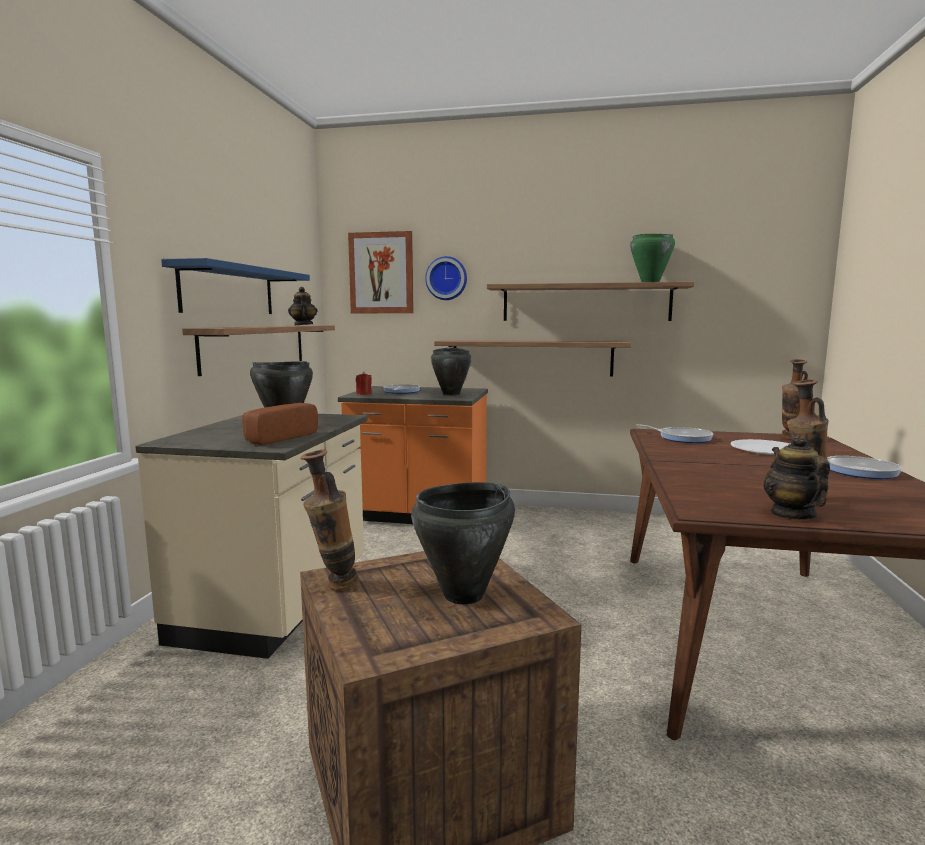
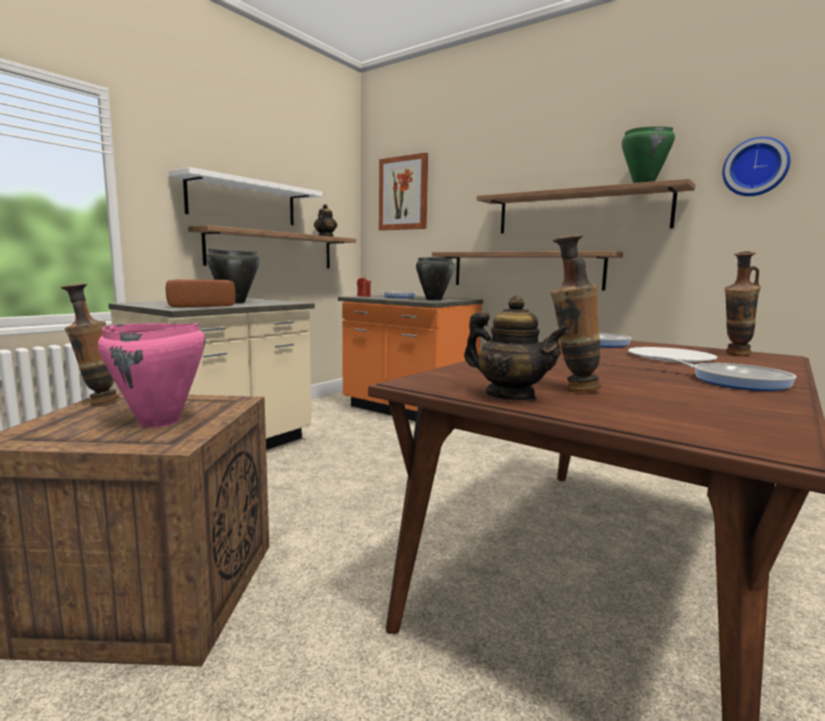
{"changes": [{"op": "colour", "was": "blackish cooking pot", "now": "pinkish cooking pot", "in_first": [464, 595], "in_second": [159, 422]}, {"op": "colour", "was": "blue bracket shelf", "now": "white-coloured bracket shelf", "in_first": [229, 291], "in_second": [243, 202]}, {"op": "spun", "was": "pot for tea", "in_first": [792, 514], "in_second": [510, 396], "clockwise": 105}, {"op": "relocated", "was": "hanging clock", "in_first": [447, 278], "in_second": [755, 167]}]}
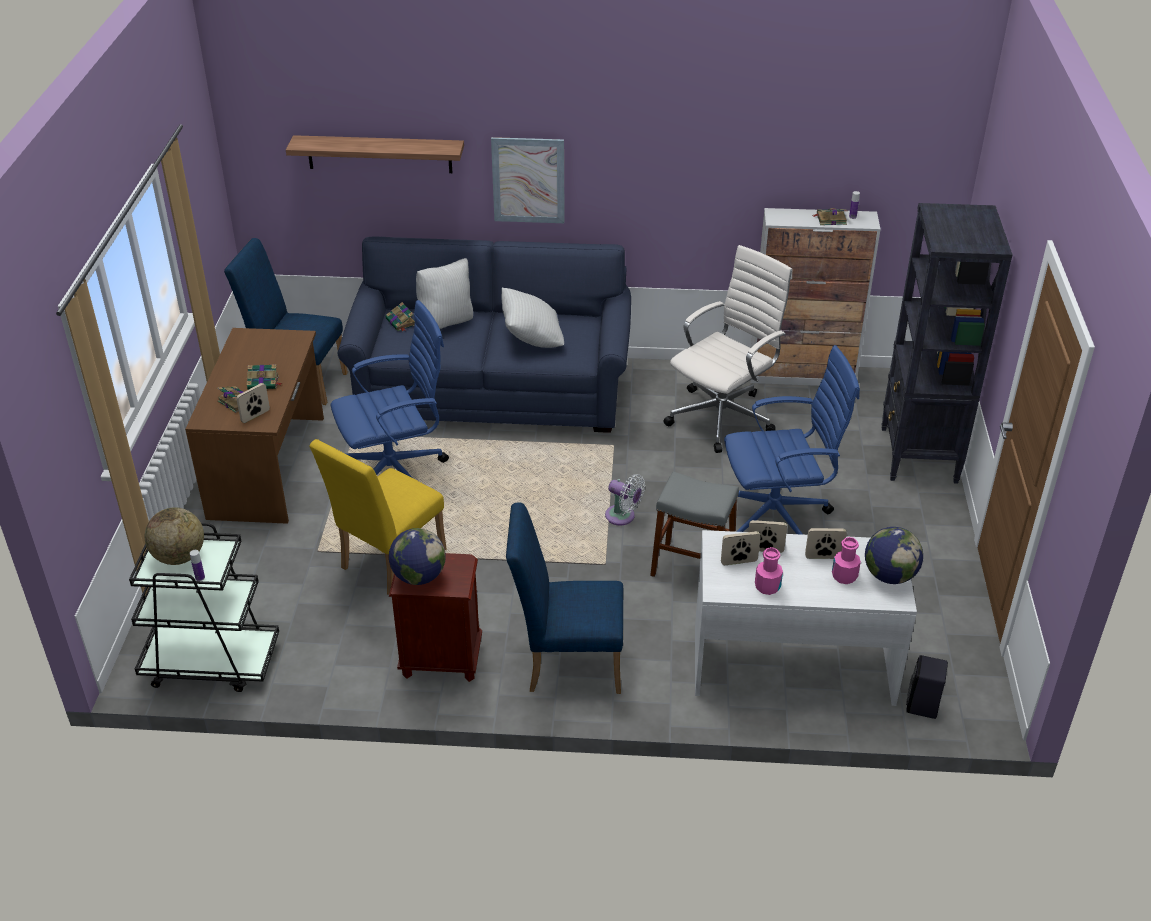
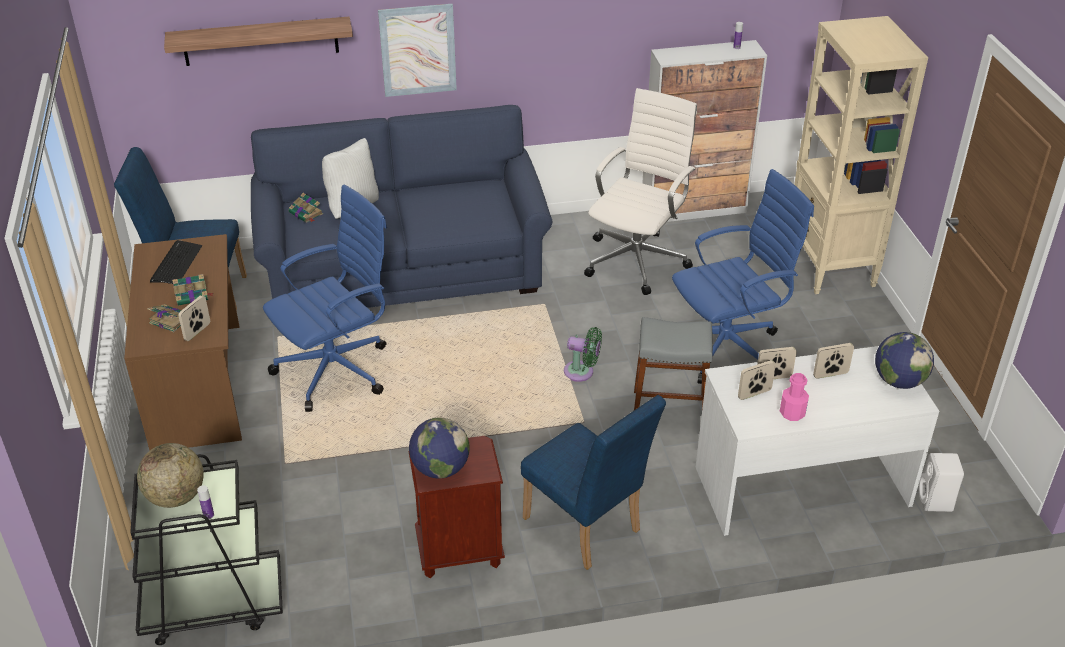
{"changes": [{"op": "appeared", "now": "keyboard", "in_second": [176, 263]}, {"op": "spun", "was": "blue chair", "in_first": [566, 664], "in_second": [587, 529], "clockwise": -120}, {"op": "colour", "was": "white-coloured fan", "now": "green-coloured fan", "in_first": [623, 517], "in_second": [582, 372]}, {"op": "colour", "was": "blackish bookshelf", "now": "sand-coloured bookshelf", "in_first": [918, 456], "in_second": [830, 267]}, {"op": "colour", "was": "blackish audio speaker", "now": "white-coloured audio speaker", "in_first": [922, 706], "in_second": [935, 501]}, {"op": "missing", "was": "yellowish chair", "in_first": [387, 563]}, {"op": "missing", "was": "white-coloured pillow", "in_first": [532, 339]}, {"op": "missing", "was": "volume", "in_first": [830, 219]}, {"op": "missing", "was": "pinkish bottle", "in_first": [844, 576]}]}
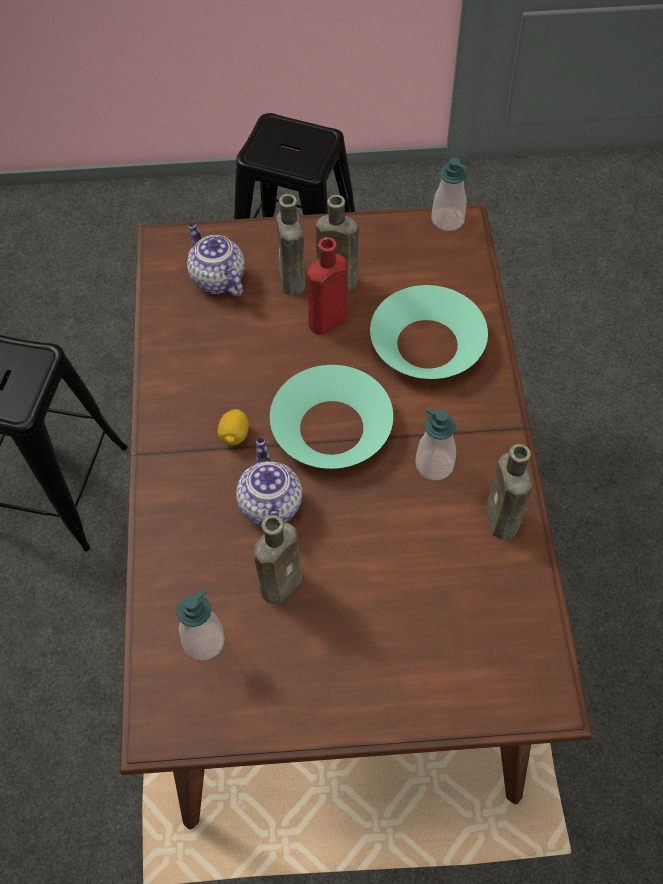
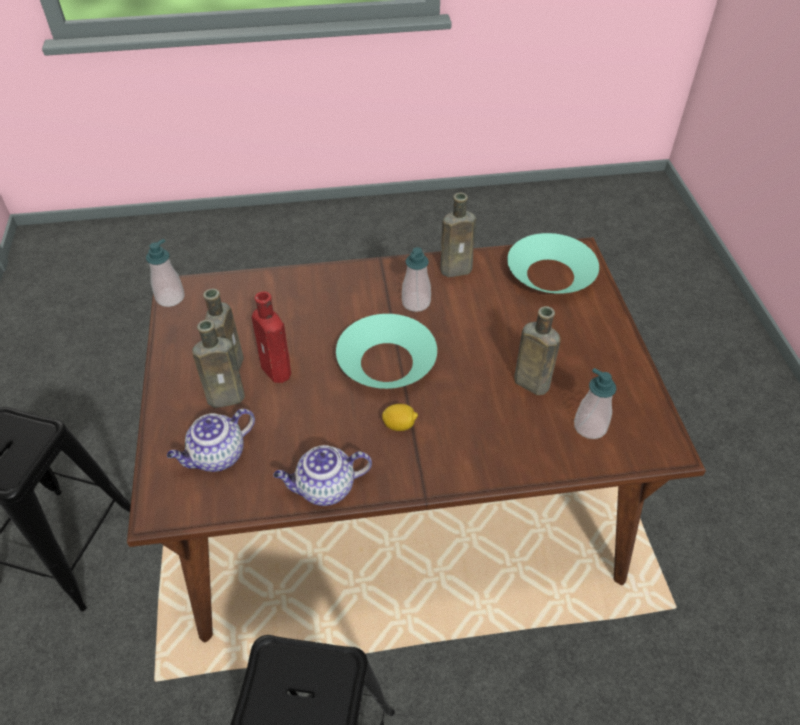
{"changes": [{"op": "relocated", "was": "pot for tea", "in_first": [269, 504], "in_second": [324, 488]}, {"op": "relocated", "was": "turquoise deep dish", "in_first": [427, 343], "in_second": [550, 274]}]}
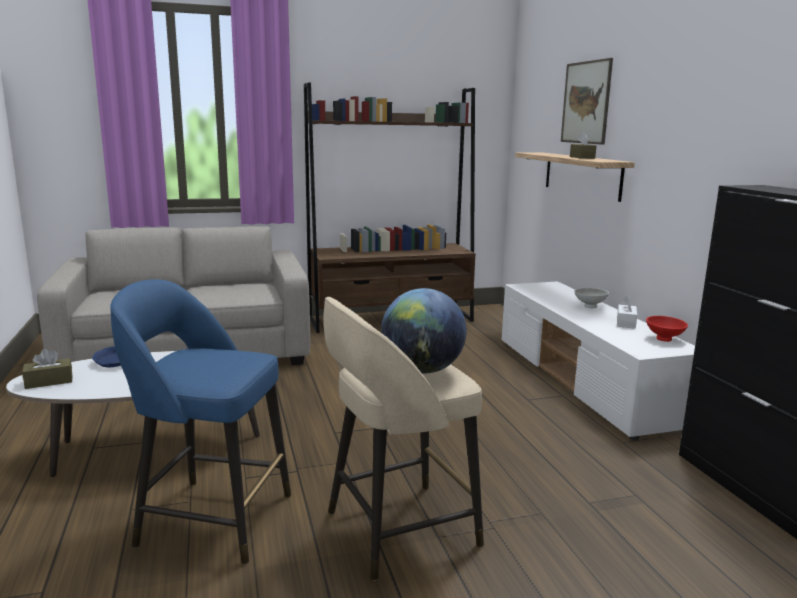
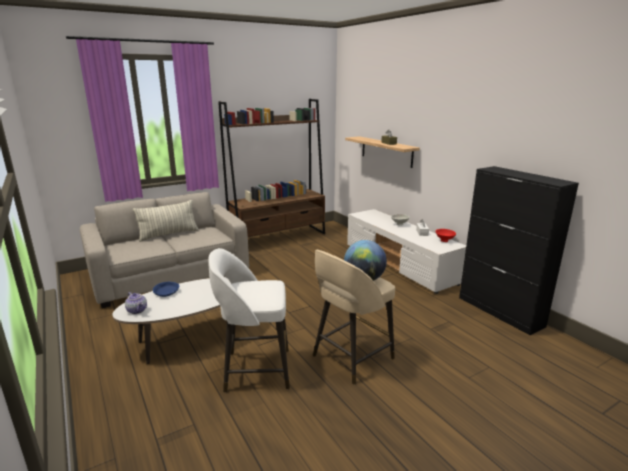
{"changes": [{"op": "exchanged", "was": "brown-coloured tissue holder", "now": "pot for tea", "in_first": [49, 381], "in_second": [137, 310]}, {"op": "appeared", "now": "pillow", "in_second": [168, 234]}, {"op": "colour", "was": "blue stool seat", "now": "white-coloured stool seat", "in_first": [211, 518], "in_second": [255, 370]}, {"op": "missing", "was": "wall art", "in_first": [586, 102]}]}
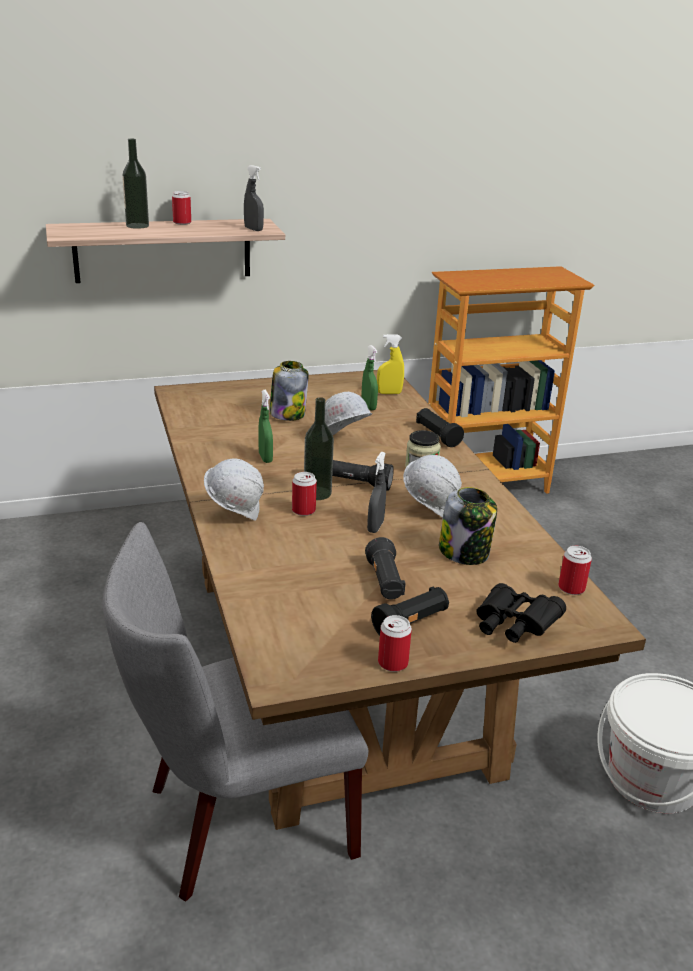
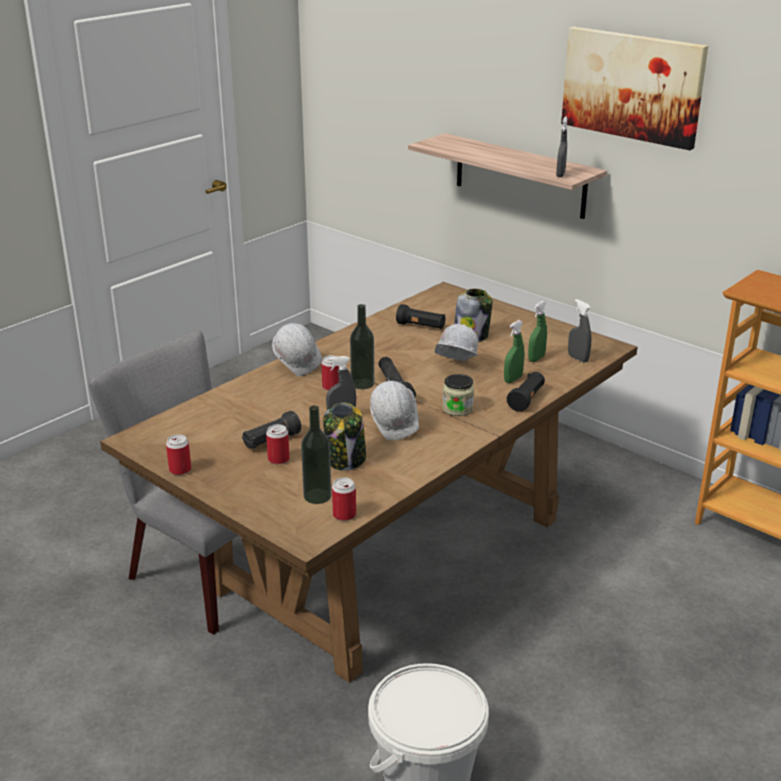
{"changes": [{"op": "relocated", "was": "sealed can", "in_first": [182, 223], "in_second": [278, 459]}, {"op": "relocated", "was": "bottle", "in_first": [137, 226], "in_second": [317, 496]}, {"op": "relocated", "was": "blackish hand torch", "in_first": [411, 623], "in_second": [421, 326]}, {"op": "relocated", "was": "green-coloured sprayer", "in_first": [265, 458], "in_second": [513, 379]}, {"op": "appeared", "now": "wall art", "in_second": [632, 86]}, {"op": "colour", "was": "yellowish sprayer", "now": "gray sprayer", "in_first": [389, 393], "in_second": [578, 358]}, {"op": "missing", "was": "blackish binoculars", "in_first": [513, 626]}]}
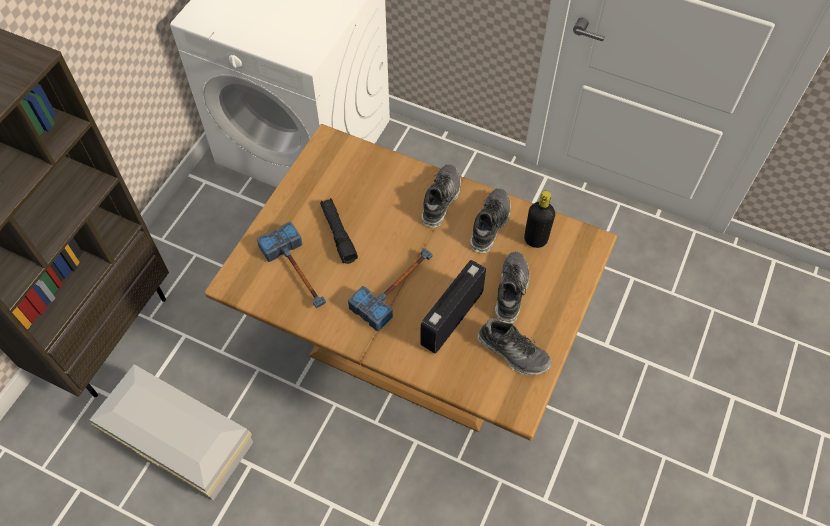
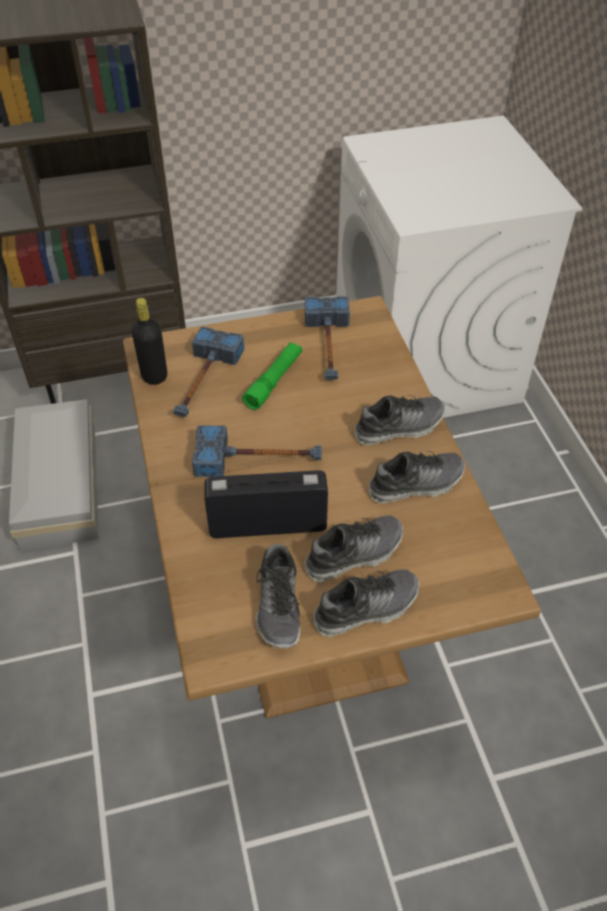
{"changes": [{"op": "relocated", "was": "blackish bottle", "in_first": [535, 239], "in_second": [154, 376]}, {"op": "colour", "was": "blackish hand torch", "now": "green-coloured hand torch", "in_first": [338, 234], "in_second": [274, 381]}, {"op": "appeared", "now": "hammer", "in_second": [328, 346]}, {"op": "appeared", "now": "shoe", "in_second": [366, 608]}]}
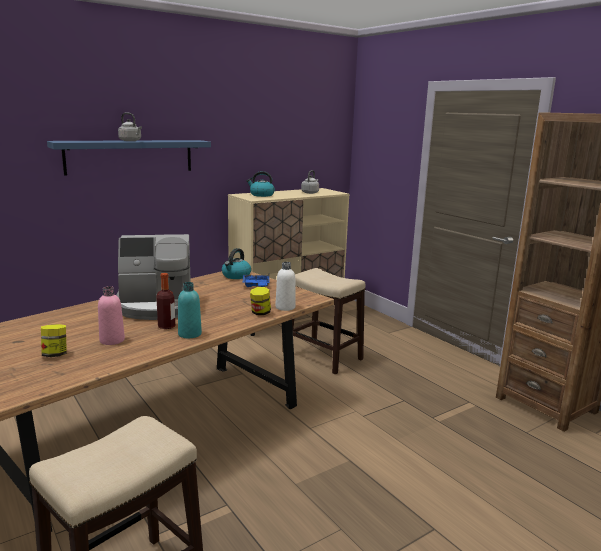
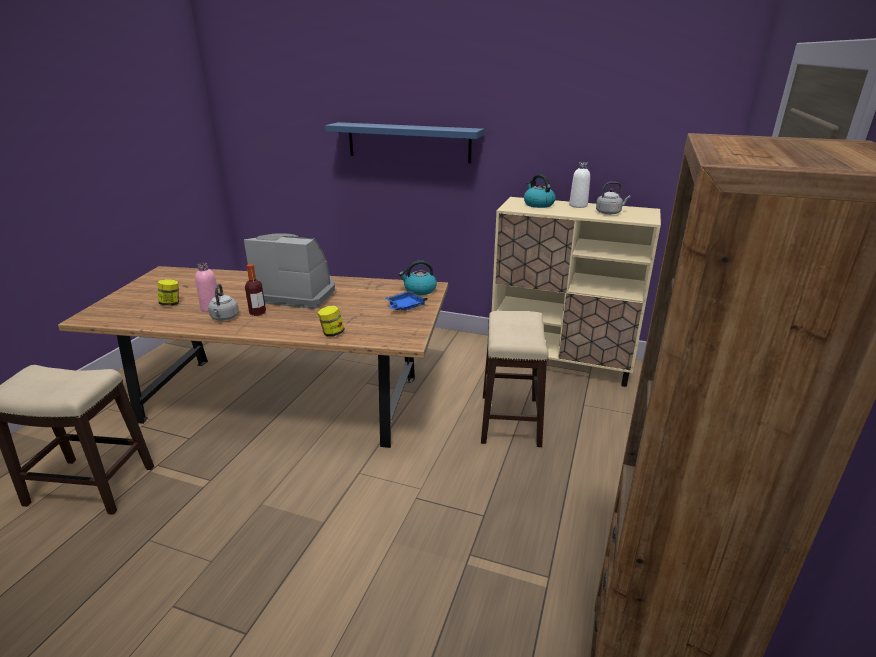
{"changes": [{"op": "relocated", "was": "gray tea kettle", "in_first": [131, 141], "in_second": [224, 318]}, {"op": "spun", "was": "coffee maker", "in_first": [156, 306], "in_second": [297, 294], "clockwise": 150}, {"op": "relocated", "was": "white-coloured bottle", "in_first": [285, 307], "in_second": [578, 205]}, {"op": "missing", "was": "turquoise bottle", "in_first": [189, 334]}]}
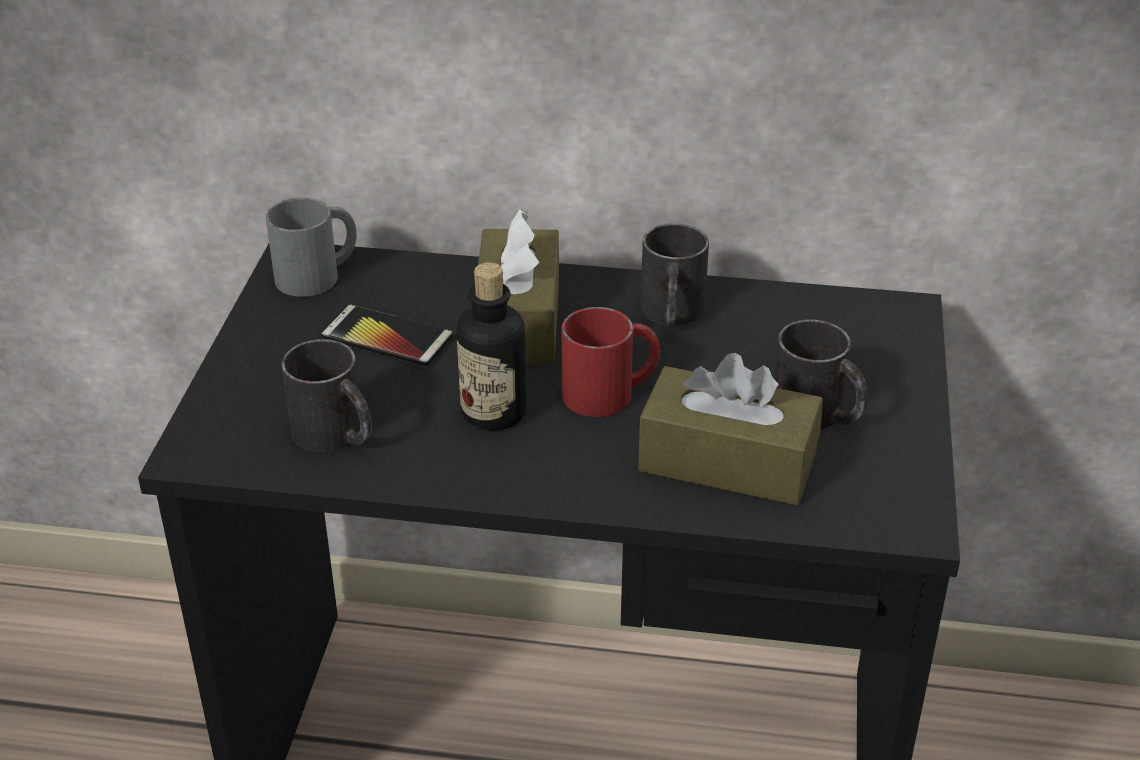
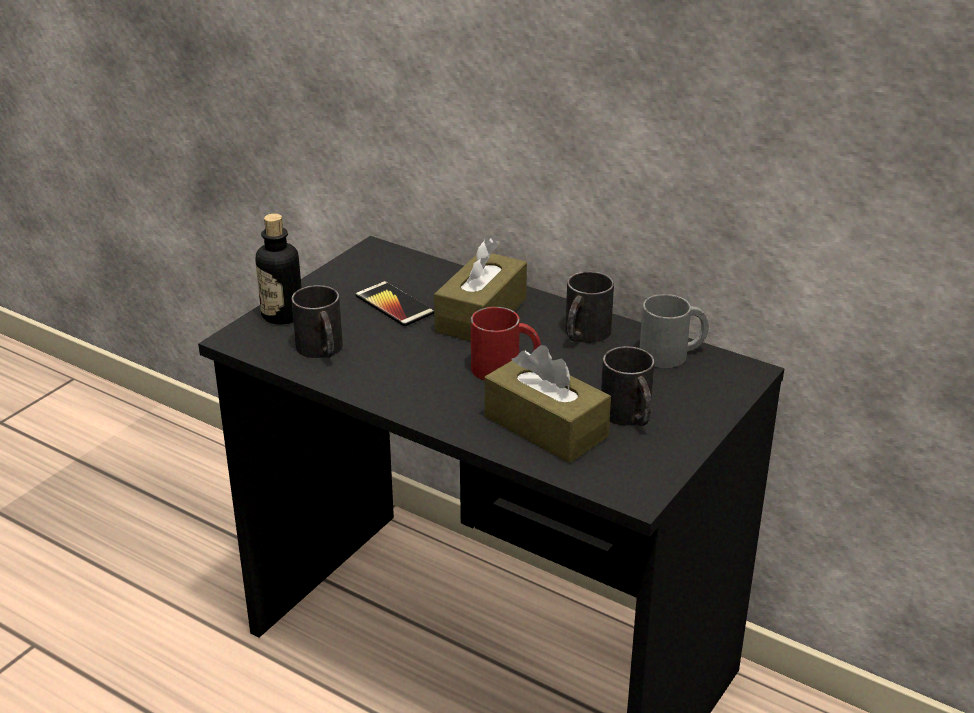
{"changes": [{"op": "relocated", "was": "bottle", "in_first": [493, 412], "in_second": [282, 315]}, {"op": "relocated", "was": "gray mug", "in_first": [318, 274], "in_second": [673, 354]}]}
